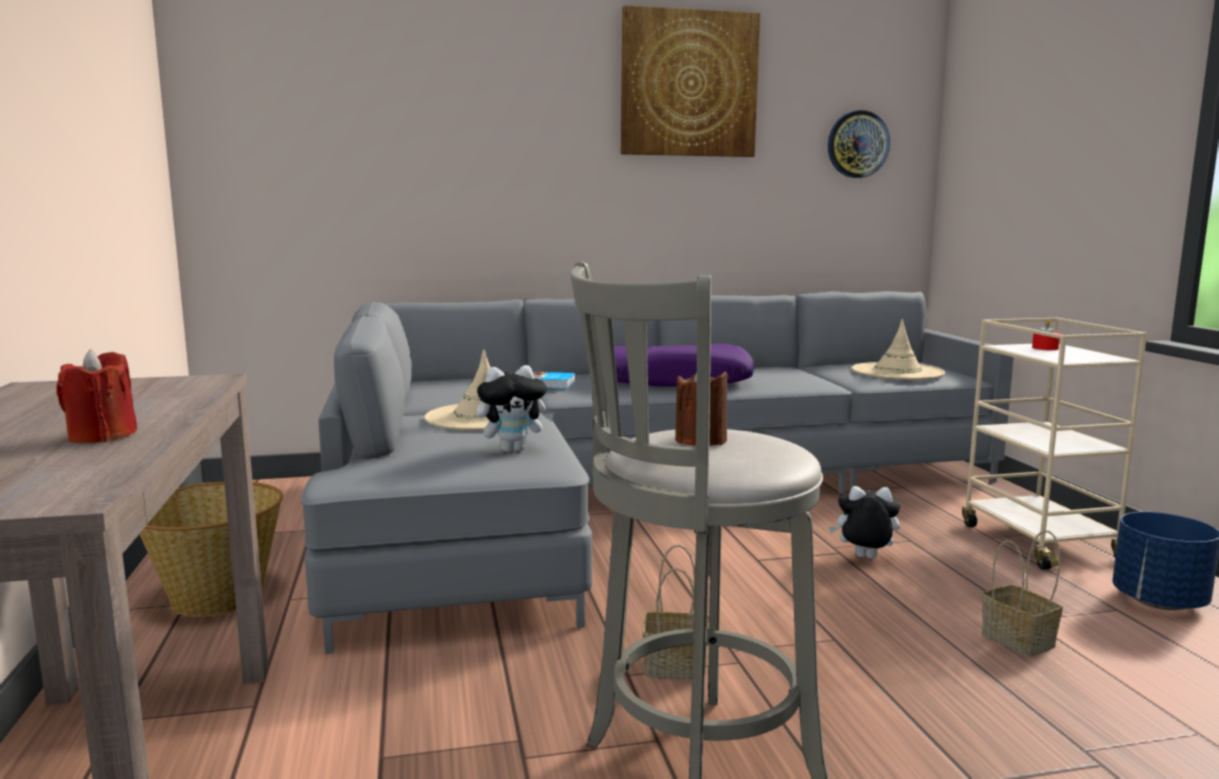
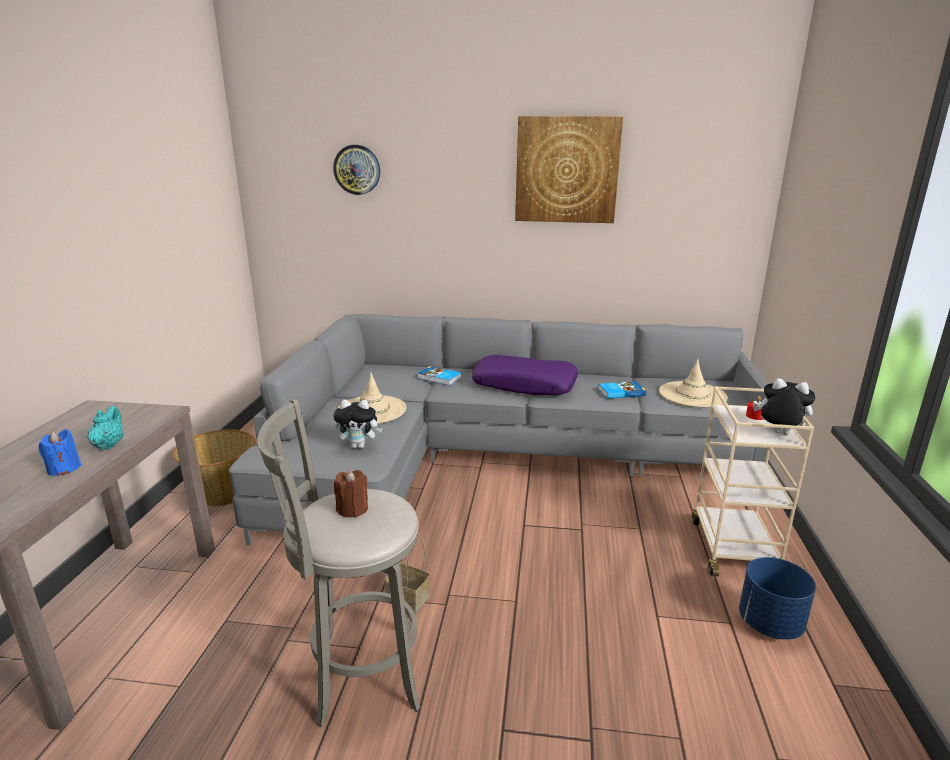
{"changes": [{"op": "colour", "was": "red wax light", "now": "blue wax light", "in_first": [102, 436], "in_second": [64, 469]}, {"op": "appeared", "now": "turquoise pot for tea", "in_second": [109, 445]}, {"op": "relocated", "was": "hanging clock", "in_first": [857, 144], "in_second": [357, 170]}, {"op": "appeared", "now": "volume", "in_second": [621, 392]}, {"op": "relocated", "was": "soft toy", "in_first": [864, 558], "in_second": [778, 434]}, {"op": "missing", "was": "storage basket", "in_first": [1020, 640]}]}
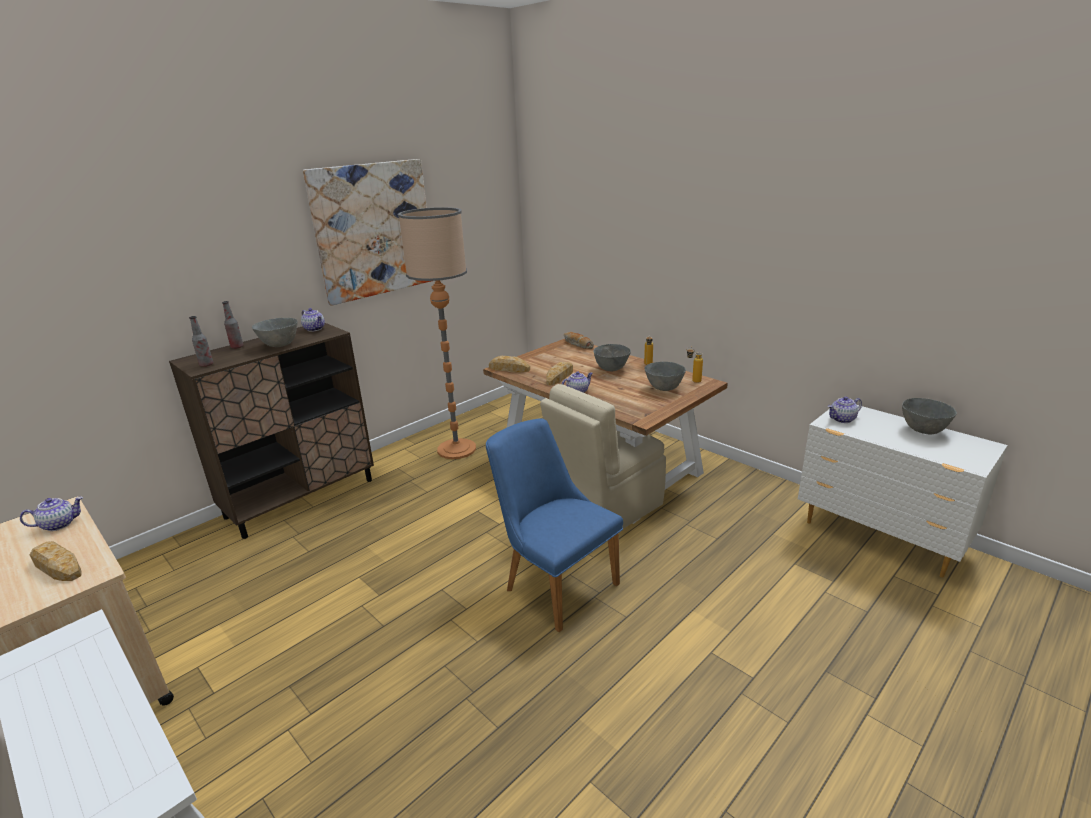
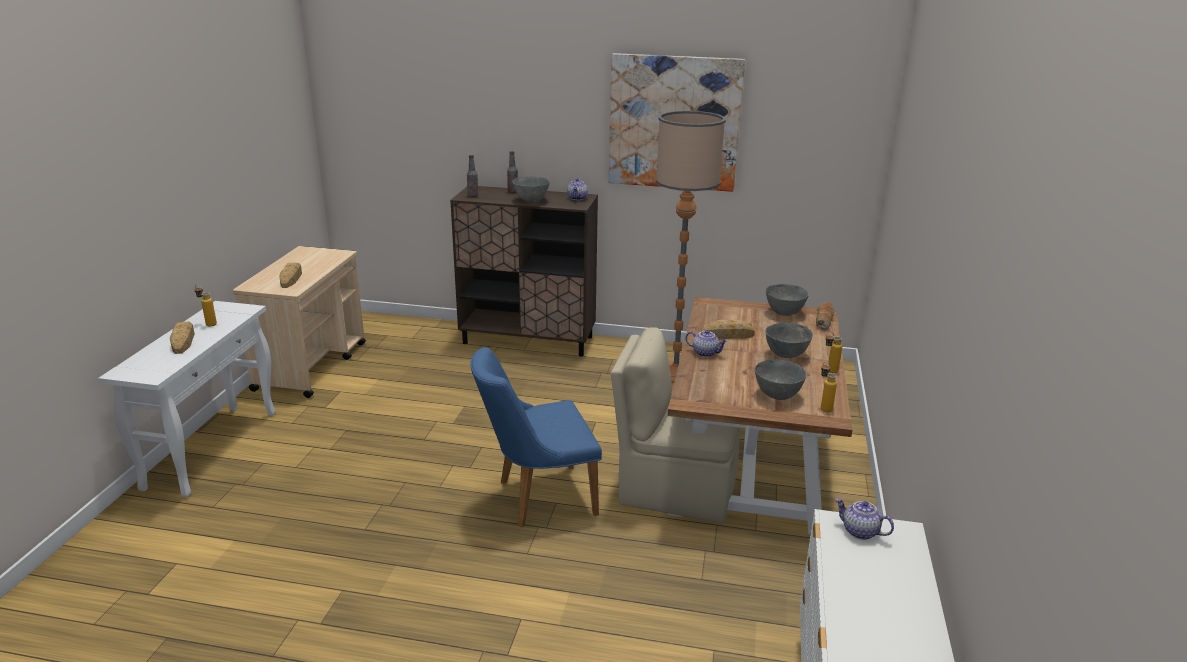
{"changes": [{"op": "relocated", "was": "bakery bread", "in_first": [509, 369], "in_second": [183, 341]}, {"op": "appeared", "now": "bottle", "in_second": [208, 323]}, {"op": "spun", "was": "blue chair", "in_first": [553, 582], "in_second": [537, 498], "clockwise": -120}, {"op": "relocated", "was": "gray deep dish", "in_first": [923, 431], "in_second": [784, 313]}, {"op": "missing", "was": "pot for tea", "in_first": [59, 524]}]}
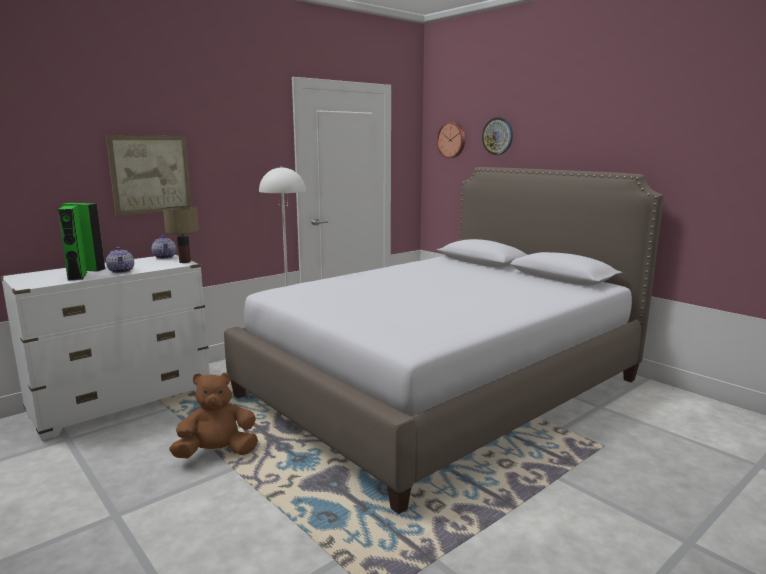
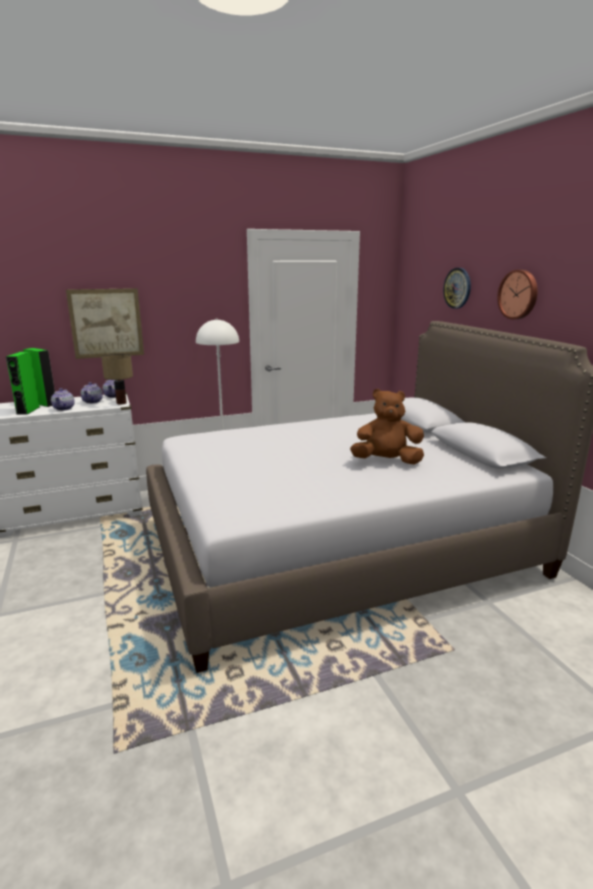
{"changes": [{"op": "appeared", "now": "pot for tea", "in_second": [93, 401]}, {"op": "relocated", "was": "brown-coloured soft toy", "in_first": [217, 453], "in_second": [386, 461]}, {"op": "relocated", "was": "hanging clock", "in_first": [452, 140], "in_second": [519, 294]}]}
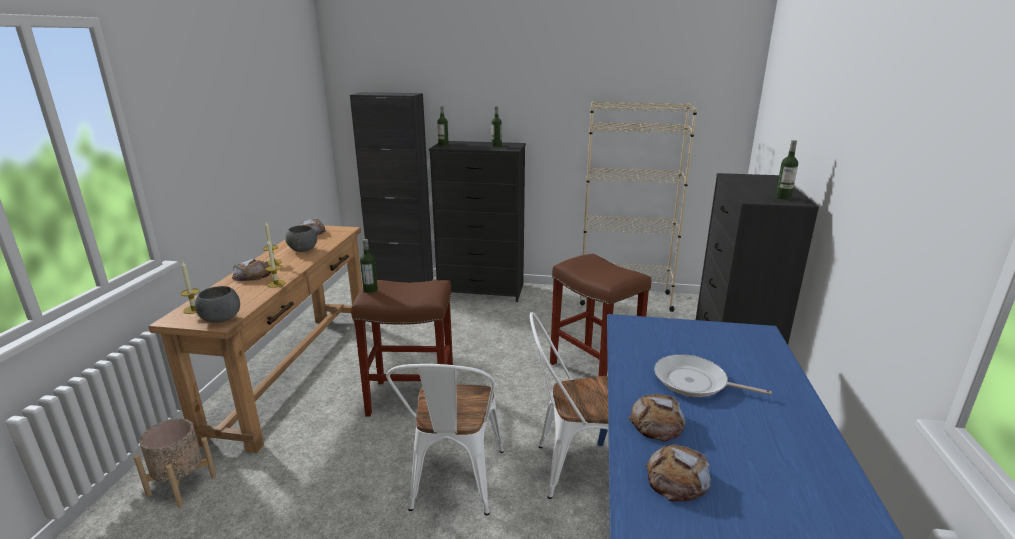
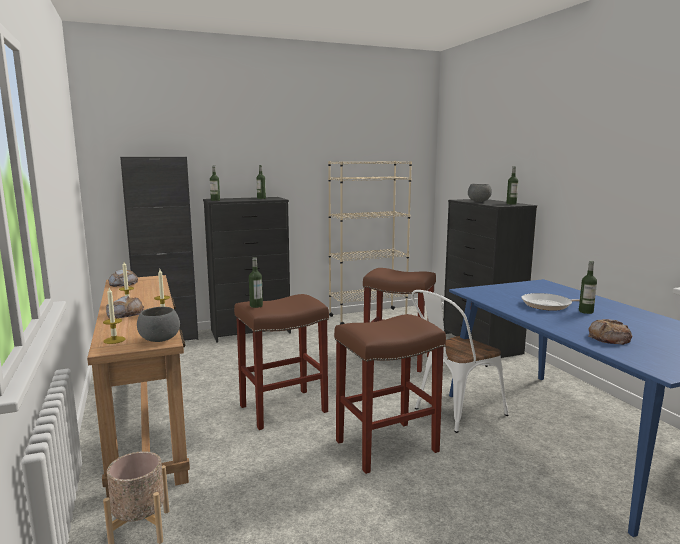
{"changes": [{"op": "exchanged", "was": "white-coloured chair", "now": "brown-coloured stool seat", "in_first": [454, 485], "in_second": [385, 447]}, {"op": "relocated", "was": "gray deep dish", "in_first": [303, 250], "in_second": [479, 201]}, {"op": "appeared", "now": "bottle", "in_second": [586, 311]}, {"op": "missing", "was": "bakery bread", "in_first": [657, 423]}]}
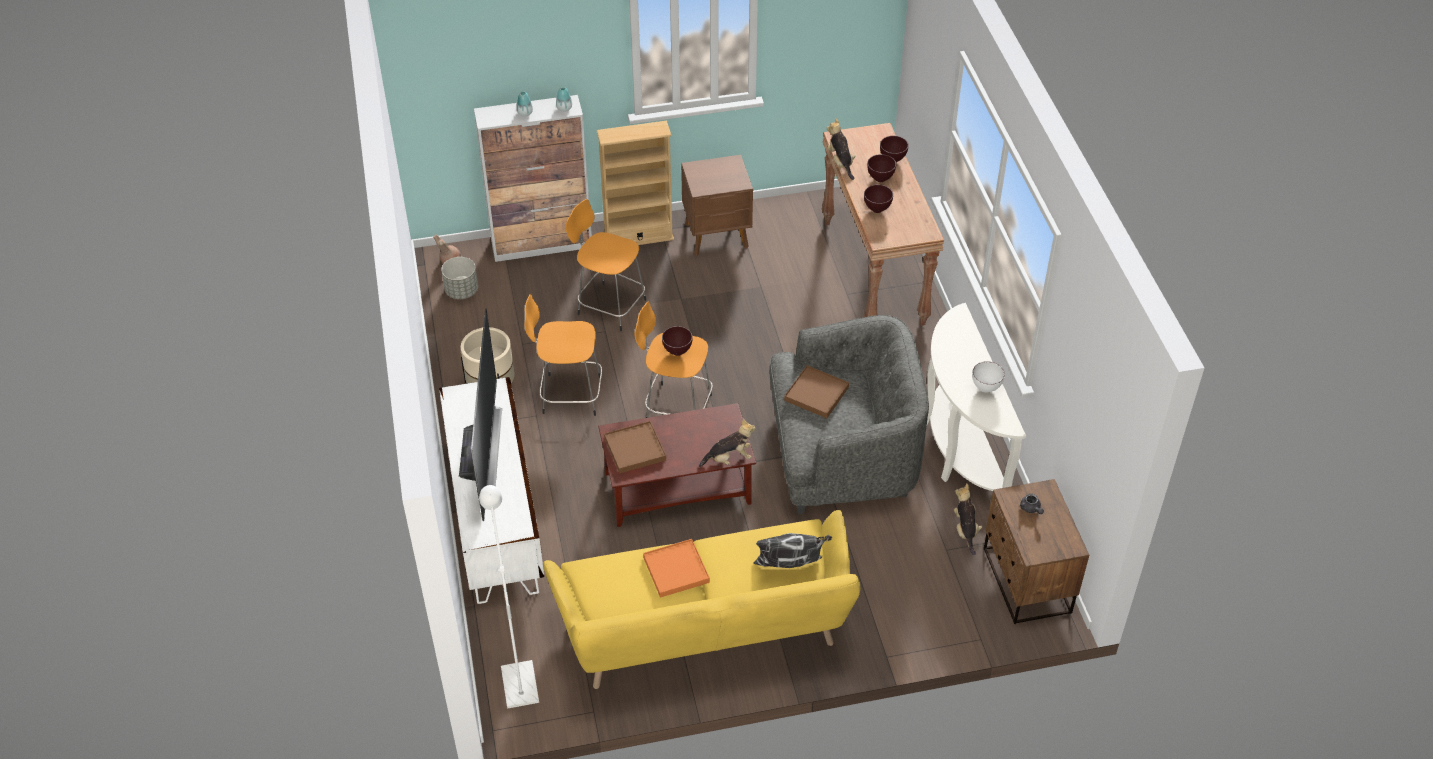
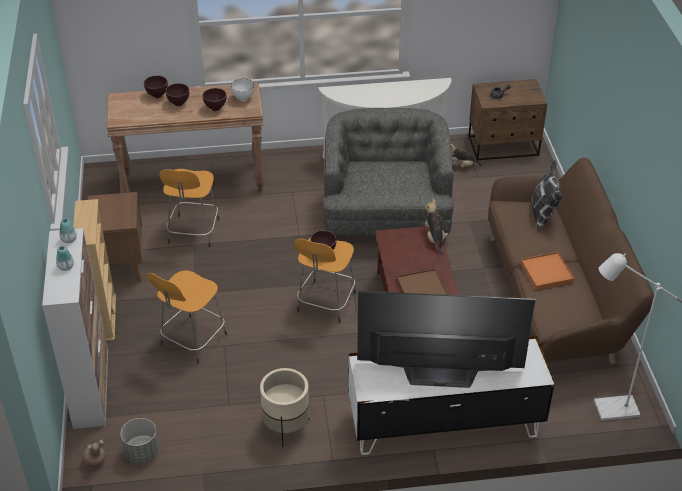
{"changes": [{"op": "relocated", "was": "orange stool seat", "in_first": [569, 395], "in_second": [193, 232]}, {"op": "relocated", "was": "white-coloured deep dish", "in_first": [986, 388], "in_second": [243, 99]}, {"op": "colour", "was": "yellowish settee", "now": "brown-coloured settee", "in_first": [705, 631], "in_second": [555, 299]}, {"op": "missing", "was": "brown-coloured carrying tray", "in_first": [816, 393]}, {"op": "missing", "was": "soft toy", "in_first": [840, 162]}]}
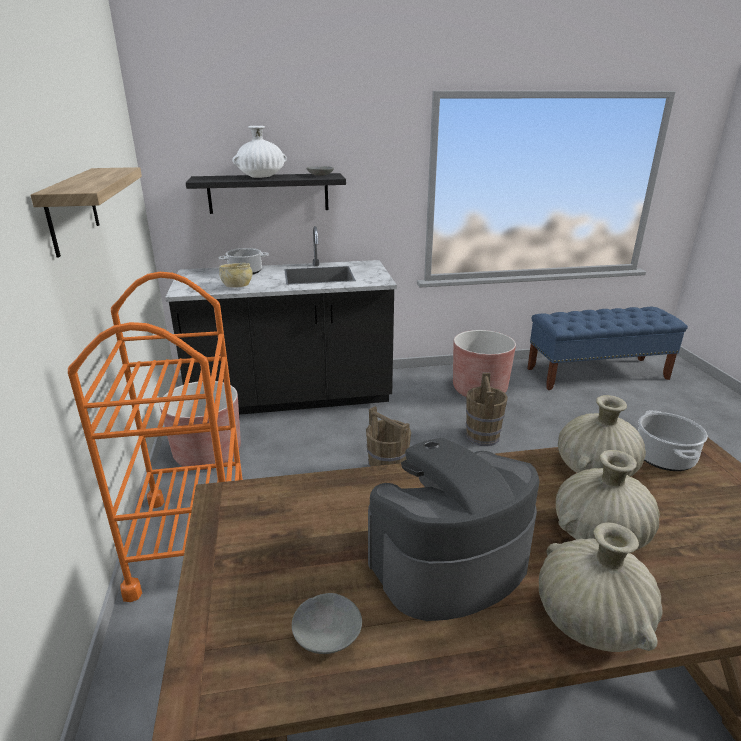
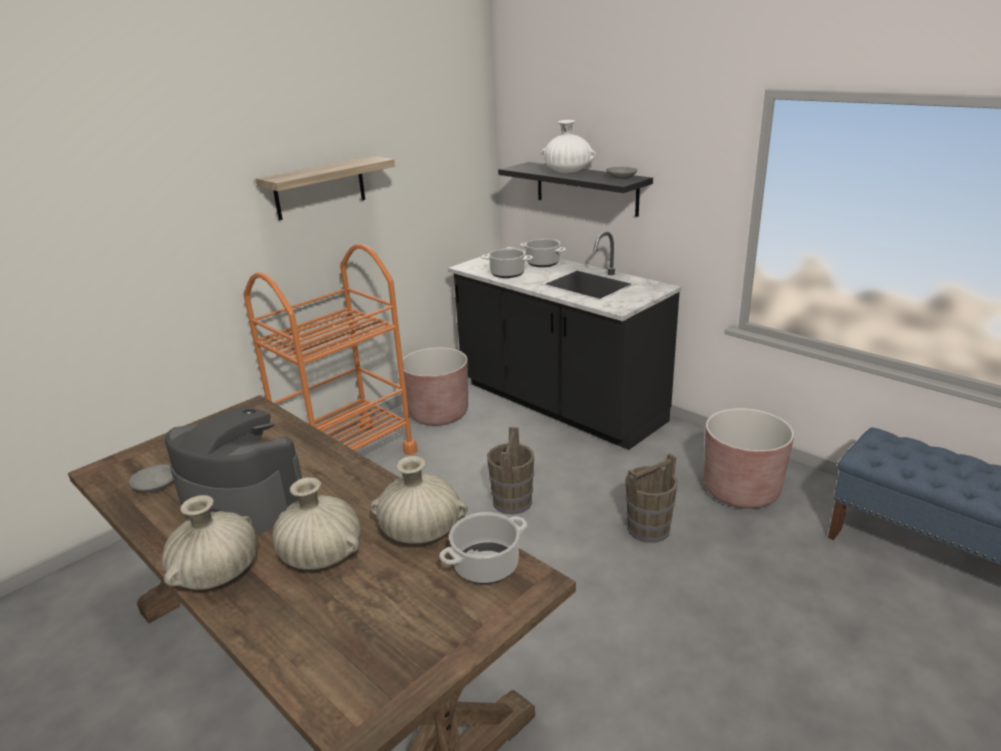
{"changes": [{"op": "exchanged", "was": "sand-coloured deep dish", "now": "cooking pot", "in_first": [237, 286], "in_second": [507, 274]}]}
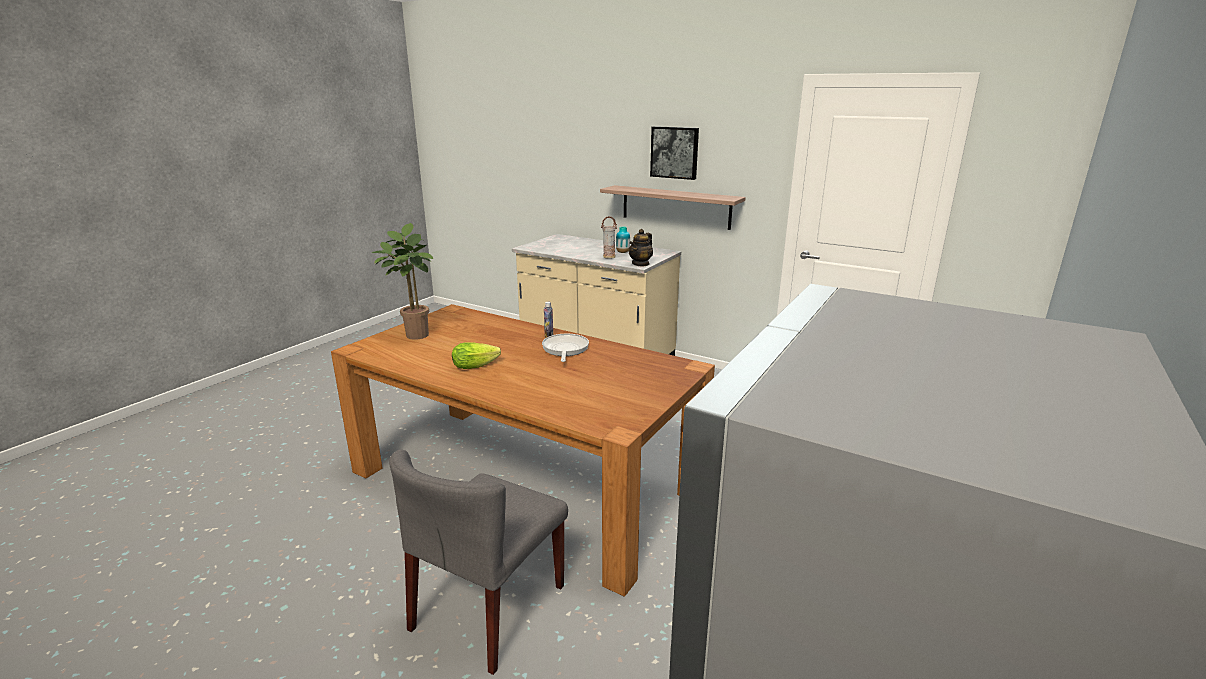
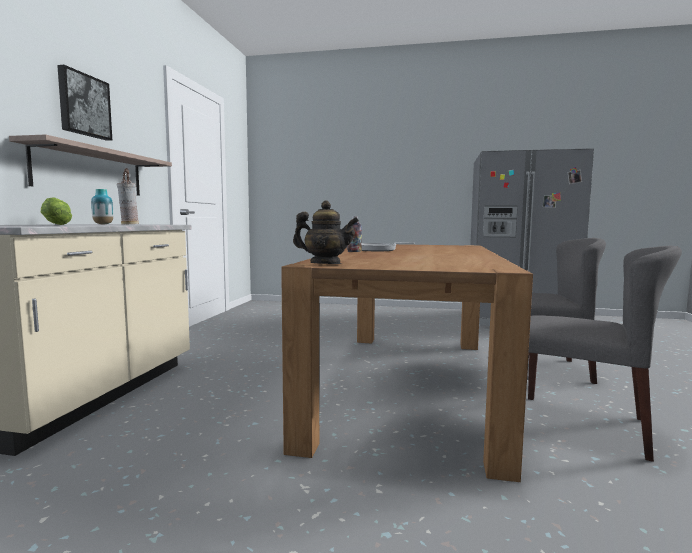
{"changes": [{"op": "relocated", "was": "lettuce head", "in_first": [478, 365], "in_second": [55, 225]}, {"op": "relocated", "was": "pot for tea", "in_first": [640, 264], "in_second": [325, 264]}, {"op": "appeared", "now": "gray chair", "in_second": [582, 424]}, {"op": "missing", "was": "potted plant", "in_first": [414, 334]}]}
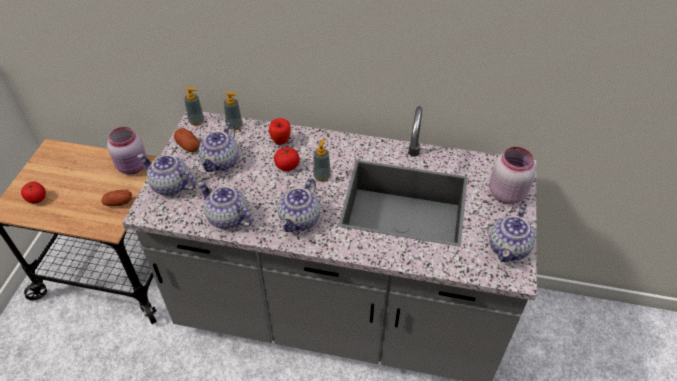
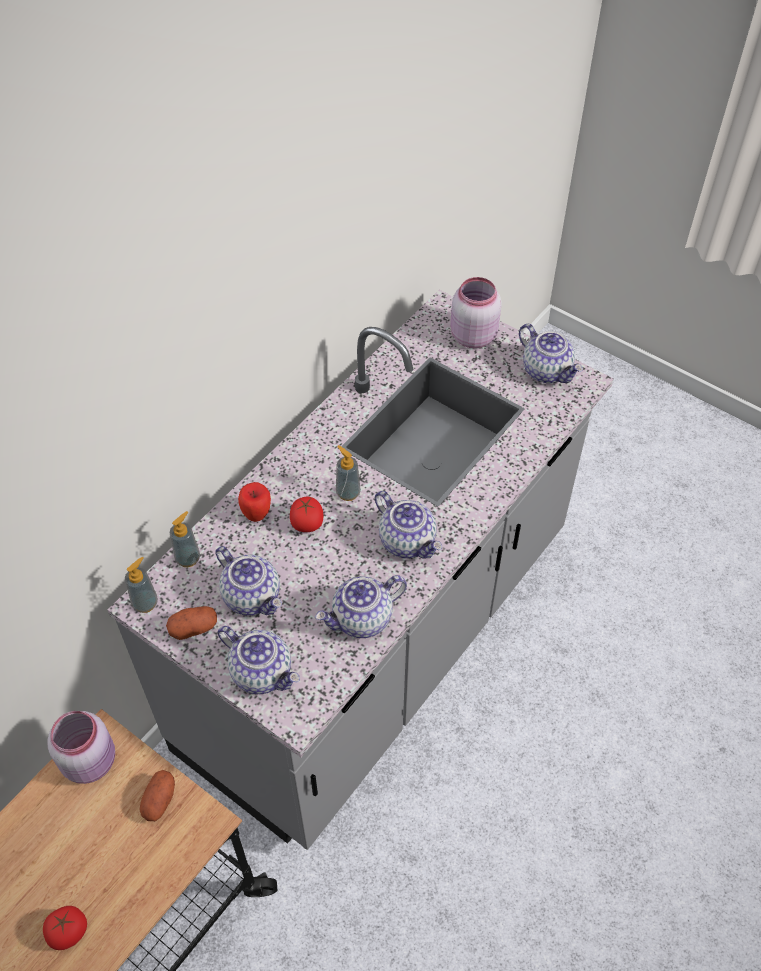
{"changes": [{"op": "spun", "was": "pot for tea", "in_first": [170, 186], "in_second": [262, 672], "clockwise": -105}]}
